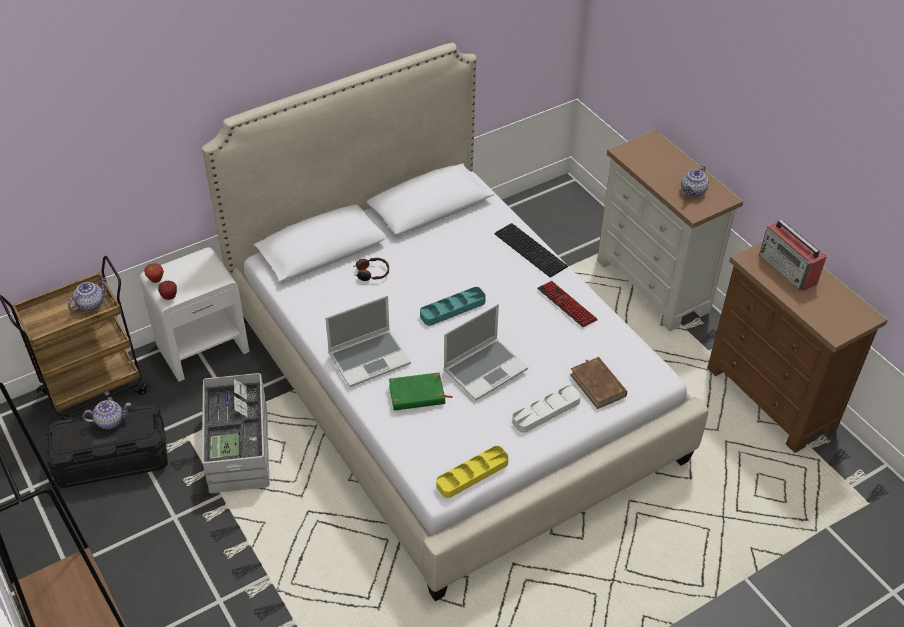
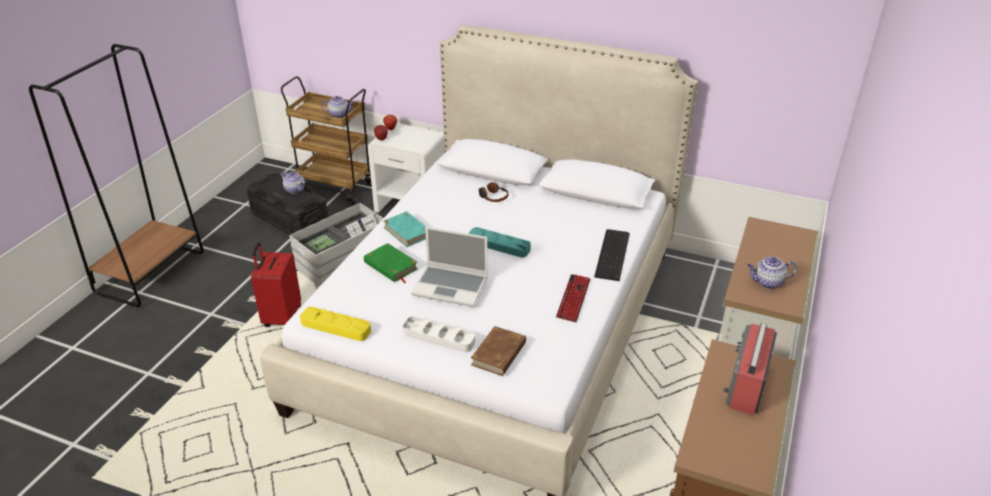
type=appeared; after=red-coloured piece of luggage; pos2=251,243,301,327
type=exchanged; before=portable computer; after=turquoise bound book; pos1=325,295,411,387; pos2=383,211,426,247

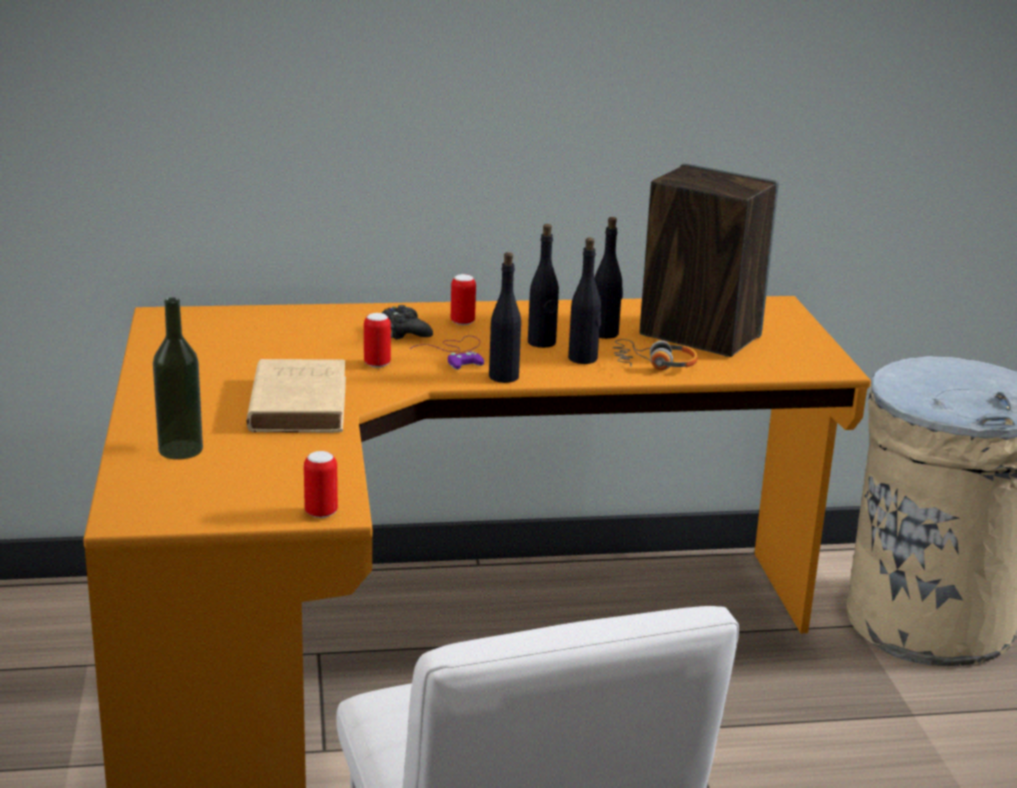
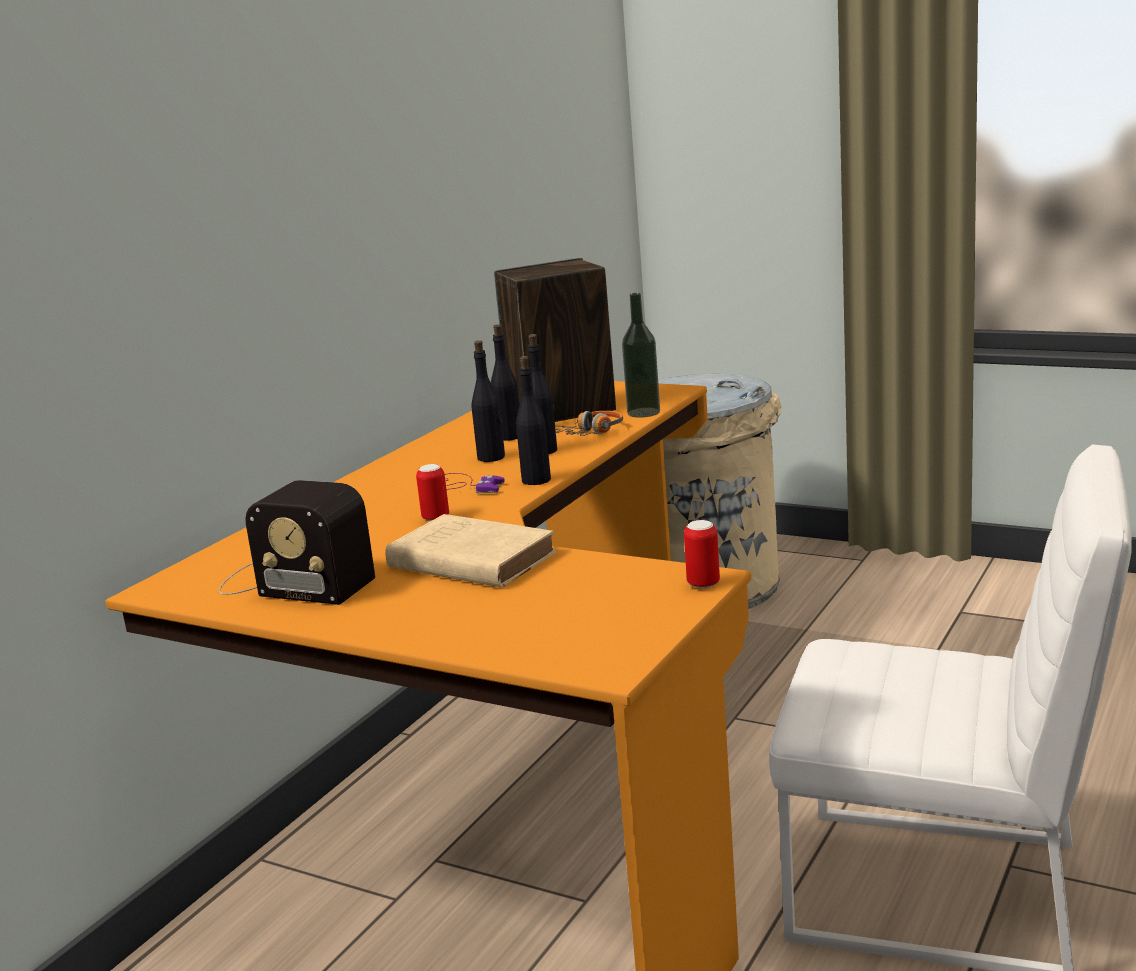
type=appeared; after=radio set; pos2=219,480,375,605
type=relocated; before=beverage bottle; pos1=153,297,203,460; pos2=622,293,660,418
type=missing; before=black-coloured gamepad; pos1=382,305,433,339
type=missing; before=metal can; pos1=451,274,476,325

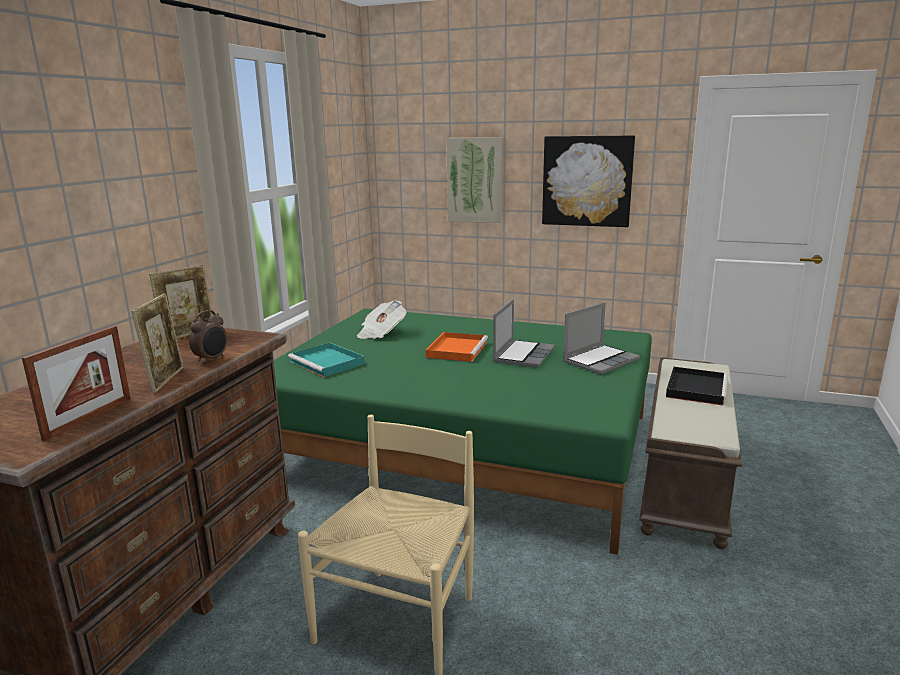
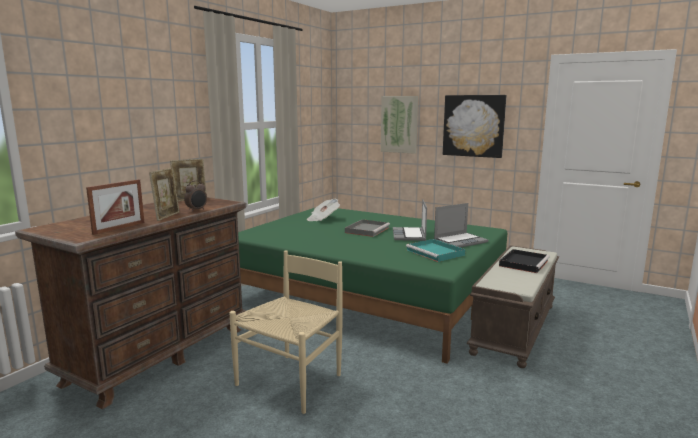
type=colour; before=orange serving tray; after=grey serving tray; pos1=426,332,488,362; pos2=345,219,390,237
type=spun; before=portable computer; pos1=493,299,555,368; pos2=393,199,427,241; turn=150
type=relocated; before=turquoise serving tray; pos1=288,342,365,377; pos2=406,239,465,262

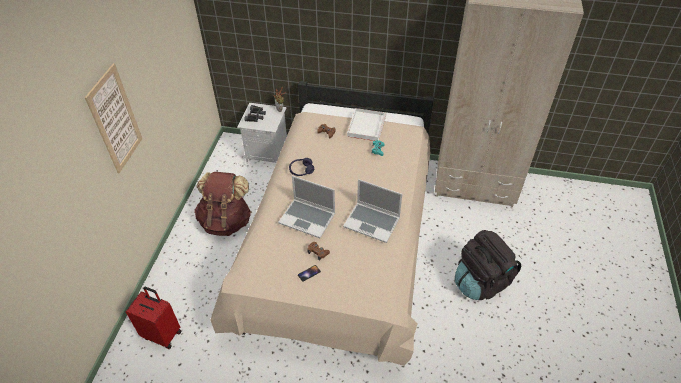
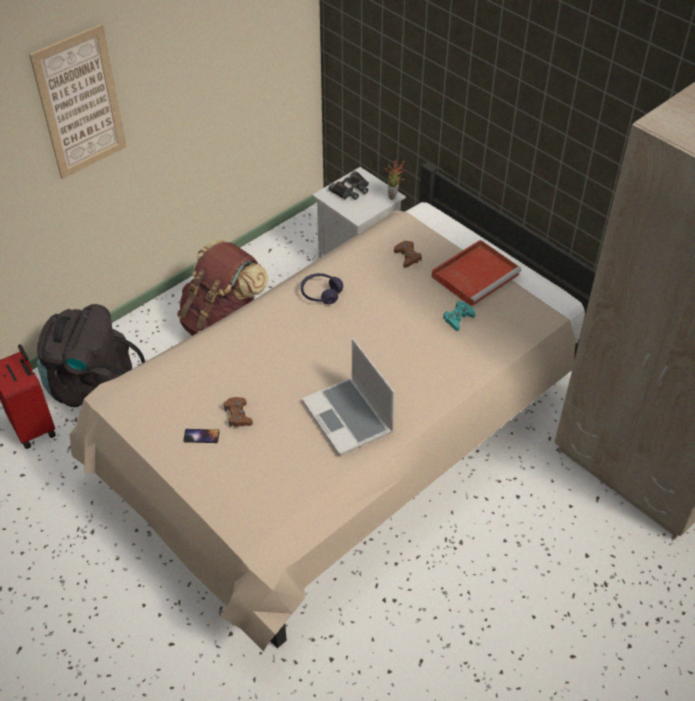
type=relocated; before=black-coloured knapsack; pos1=454,230,521,300; pos2=37,304,145,407
type=colour; before=whitish serving tray; after=red-coloured serving tray; pos1=347,108,387,141; pos2=431,240,521,307
type=missing; before=portable computer; pos1=278,176,335,238

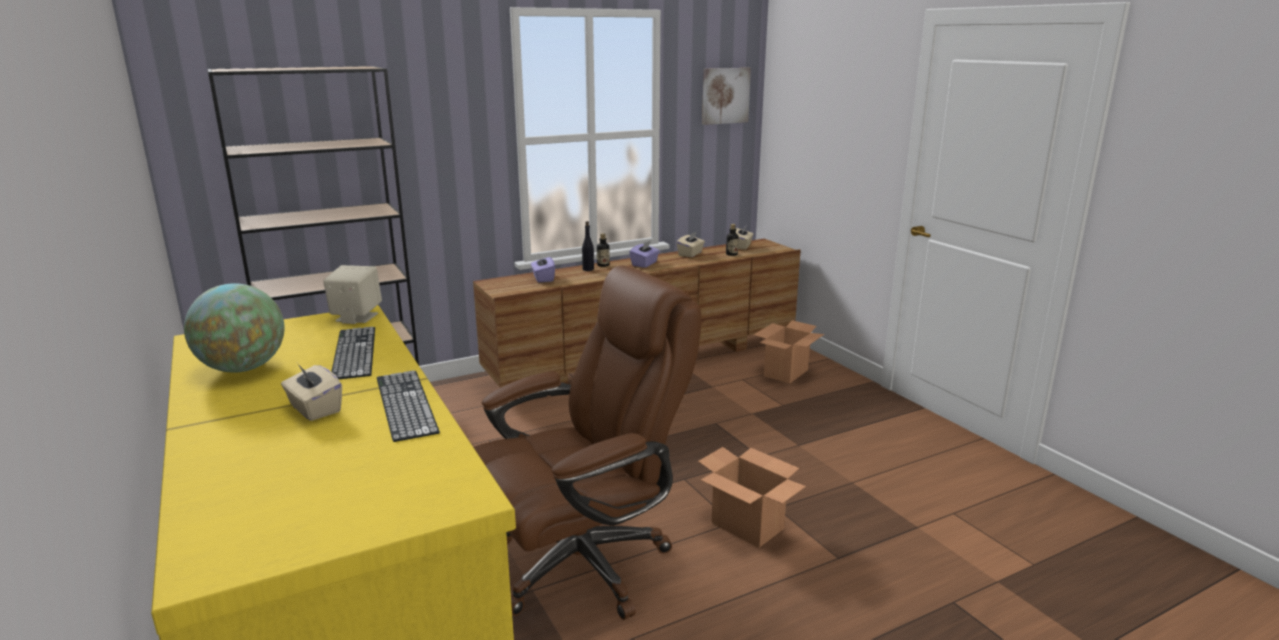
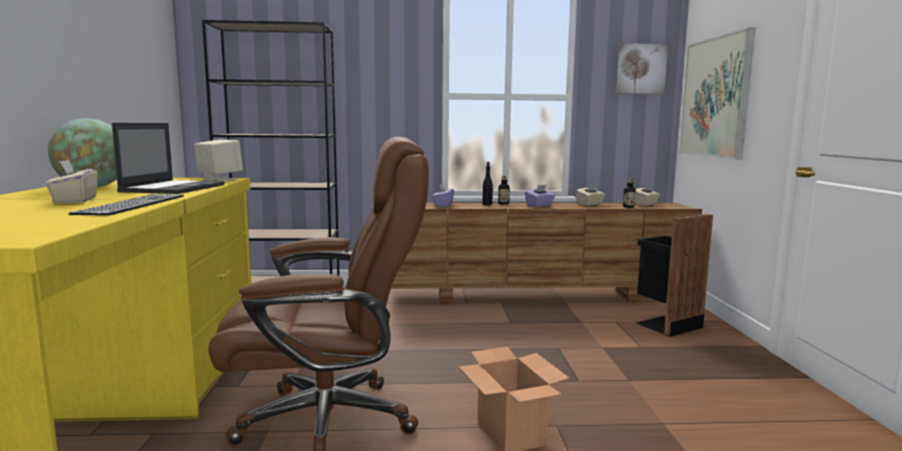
type=exchanged; before=computer keyboard; after=portable computer; pos1=331,327,375,379; pos2=112,123,225,194
type=exchanged; before=cardboard box; after=black-coloured waste bin; pos1=754,320,824,383; pos2=636,214,713,337
type=appeared; after=wall art; pos2=679,27,756,160

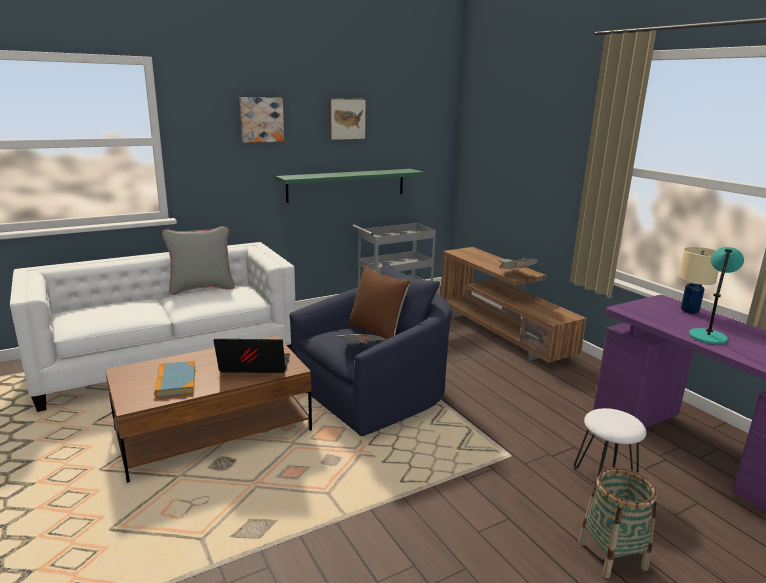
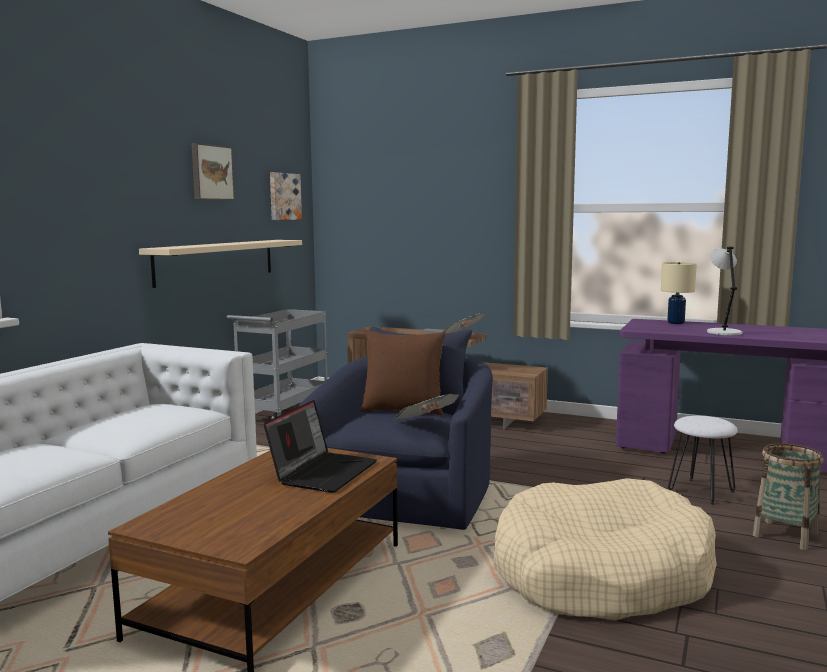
type=colour; before=greenish shelf; after=sand-coloured shelf; pos1=275,169,424,203; pos2=139,240,302,288
type=spun; before=portable computer; pos1=213,339,290,373; pos2=264,400,377,493; turn=150
type=relocated; before=wall art; pos1=240,97,284,143; pos2=270,172,302,220
type=appeared; after=sand-coloured dog cushion; pos2=493,478,717,621
type=colour; before=turquoise tabletop lamp; after=grey tabletop lamp; pos1=689,247,744,345; pos2=707,247,742,336
type=missing; before=bound book; pos1=154,361,195,398
type=missing; before=grey pillow; pos1=162,226,235,295

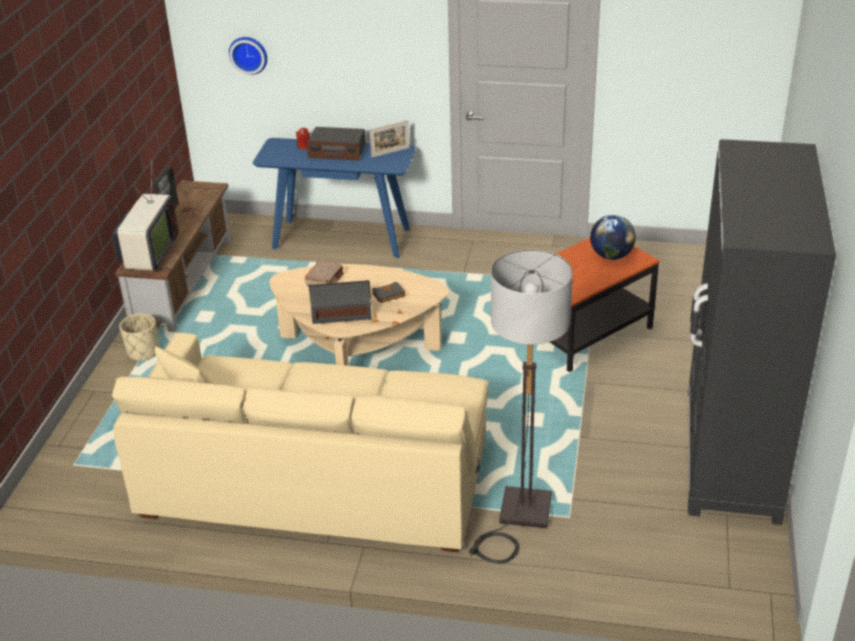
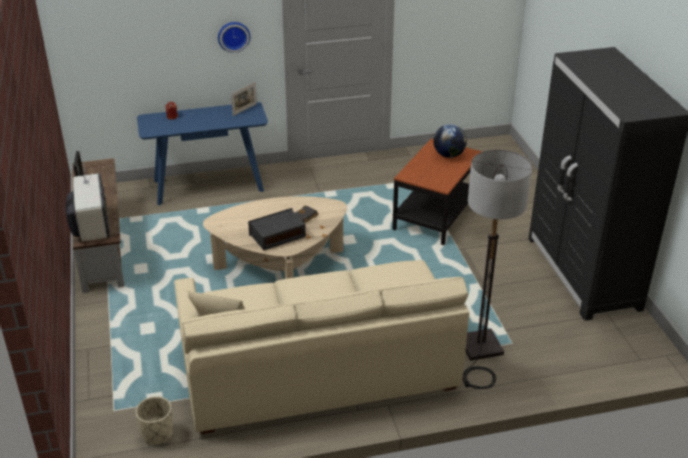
type=relocated; before=sand-coloured flower pot; pos1=119,313,159,360; pos2=135,396,173,445
type=relocated; before=hanging clock; pos1=229,37,267,75; pos2=218,22,250,53
type=missing; before=brown bound book; pos1=305,260,344,287
type=missing; before=radio set; pos1=306,127,366,161

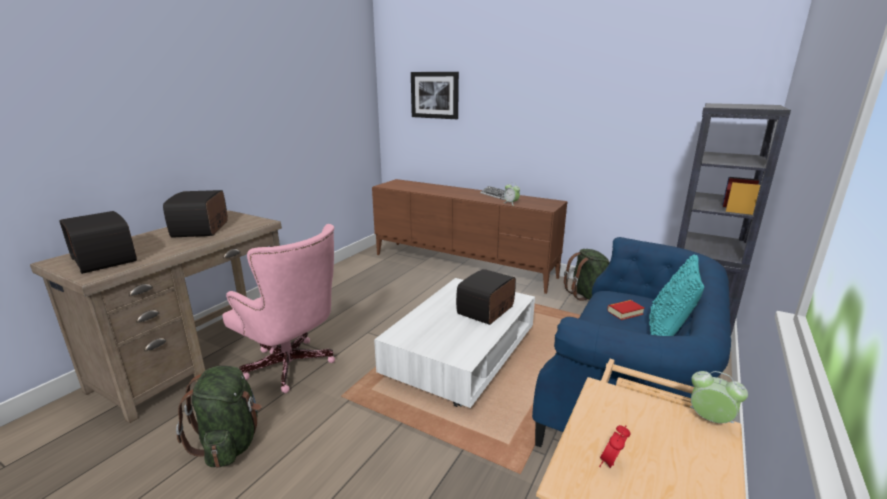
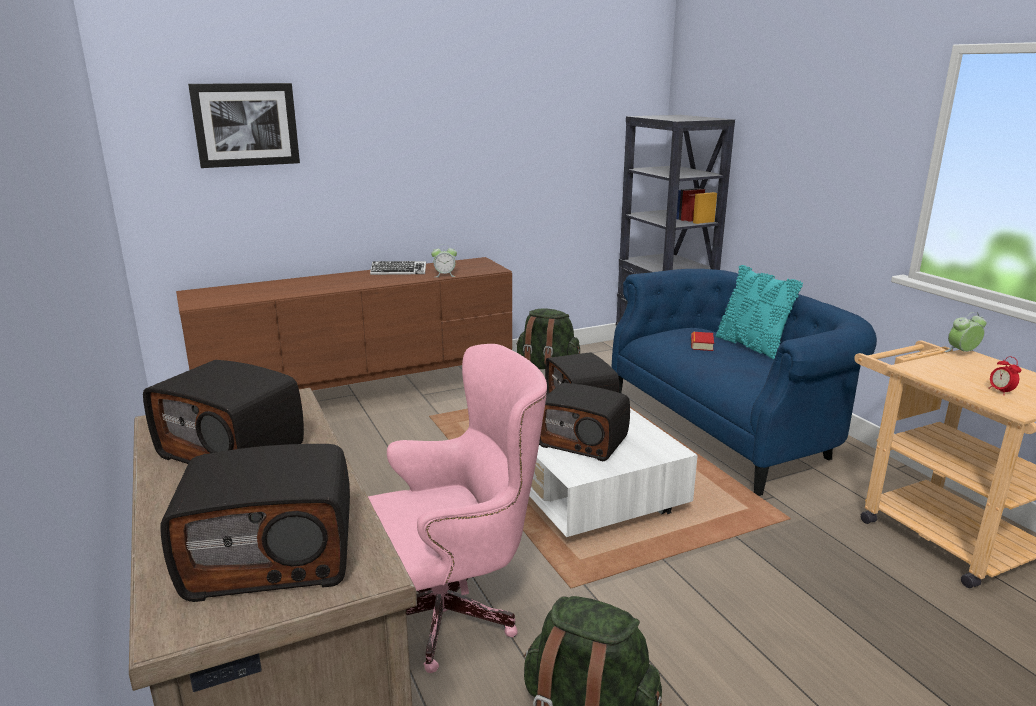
type=appeared; after=radio set; pos2=539,383,630,461

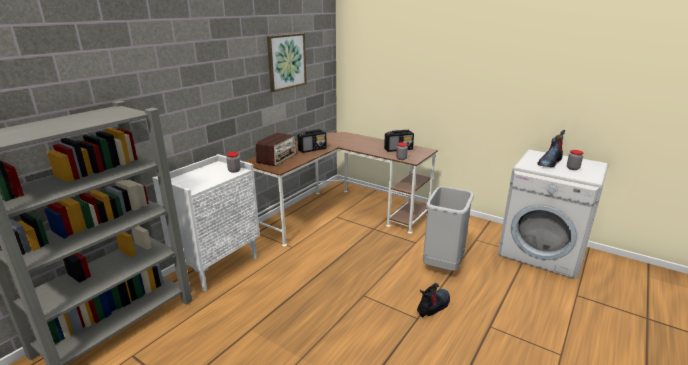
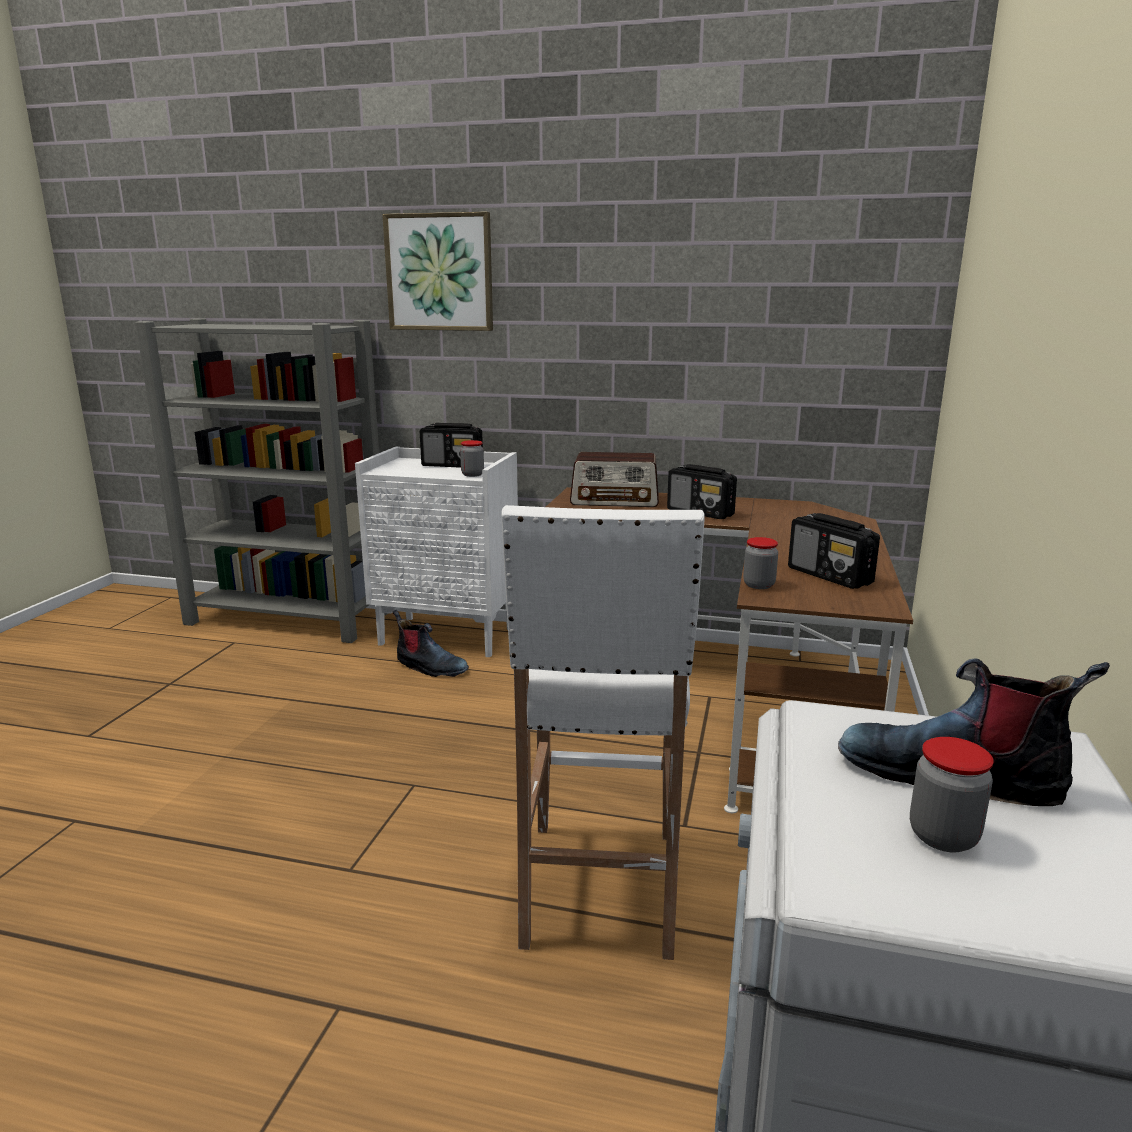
type=relocated; before=wall art; pos1=267,33,307,92; pos2=382,212,493,331
type=relocated; before=high-top boot; pos1=417,283,450,318; pos2=392,610,469,677
type=appeared; after=radio set; pos2=420,423,483,468
type=exchanged; before=grey waste bin; after=whitish sitting stool; pos1=423,186,474,271; pos2=502,505,705,960

